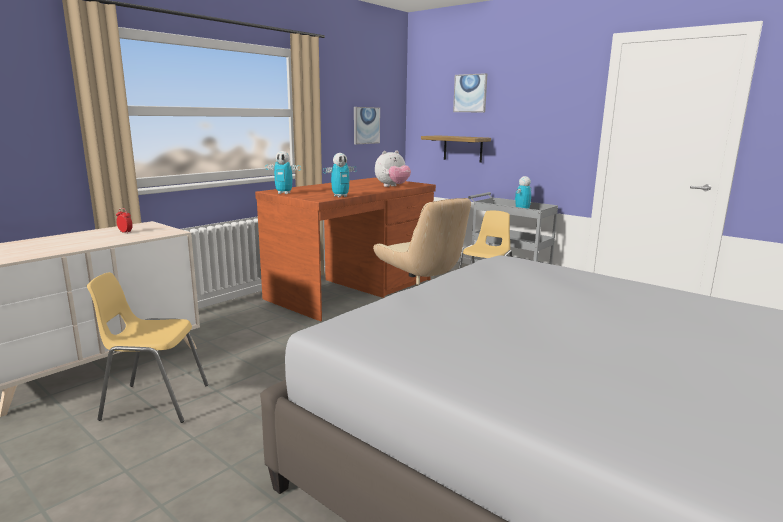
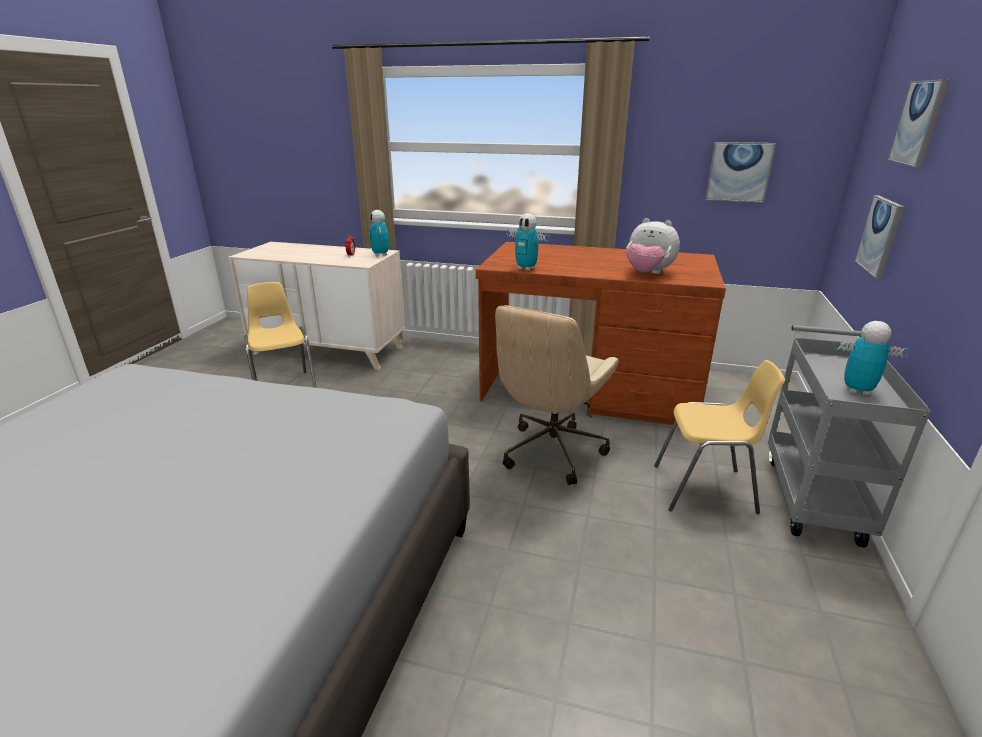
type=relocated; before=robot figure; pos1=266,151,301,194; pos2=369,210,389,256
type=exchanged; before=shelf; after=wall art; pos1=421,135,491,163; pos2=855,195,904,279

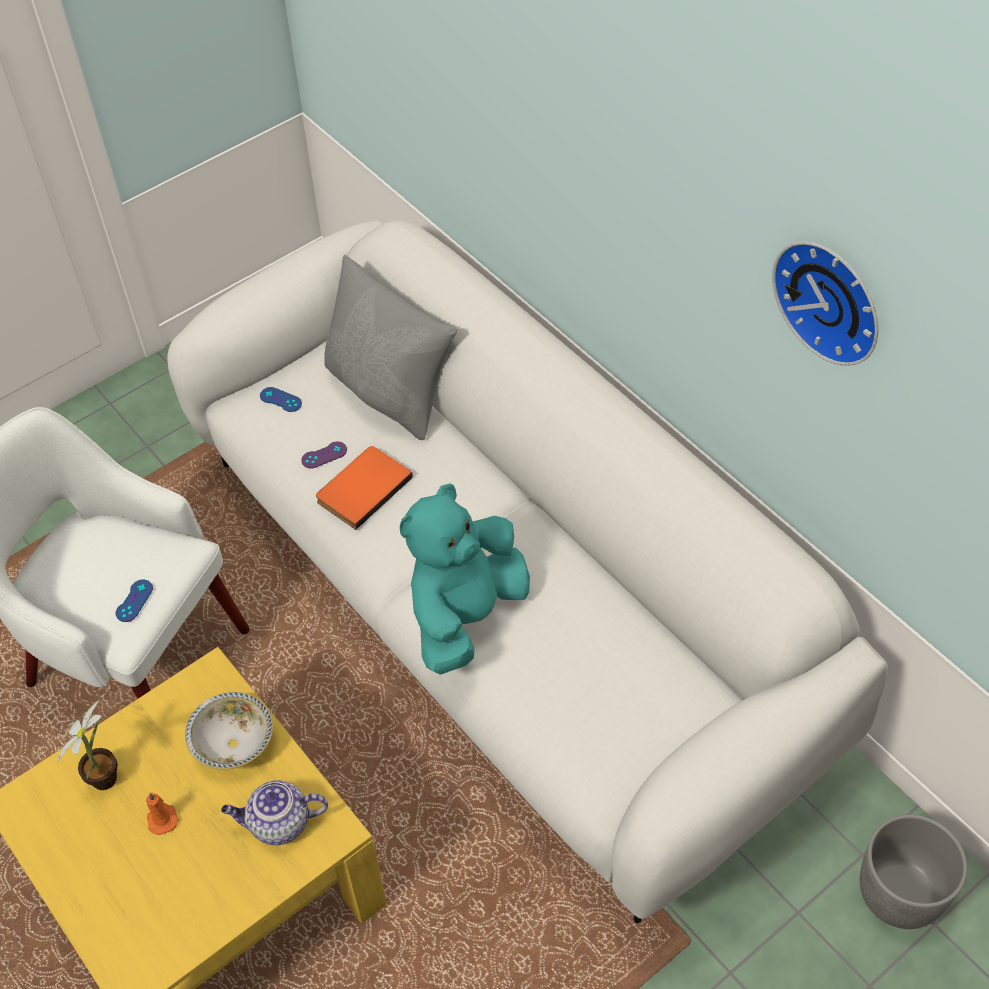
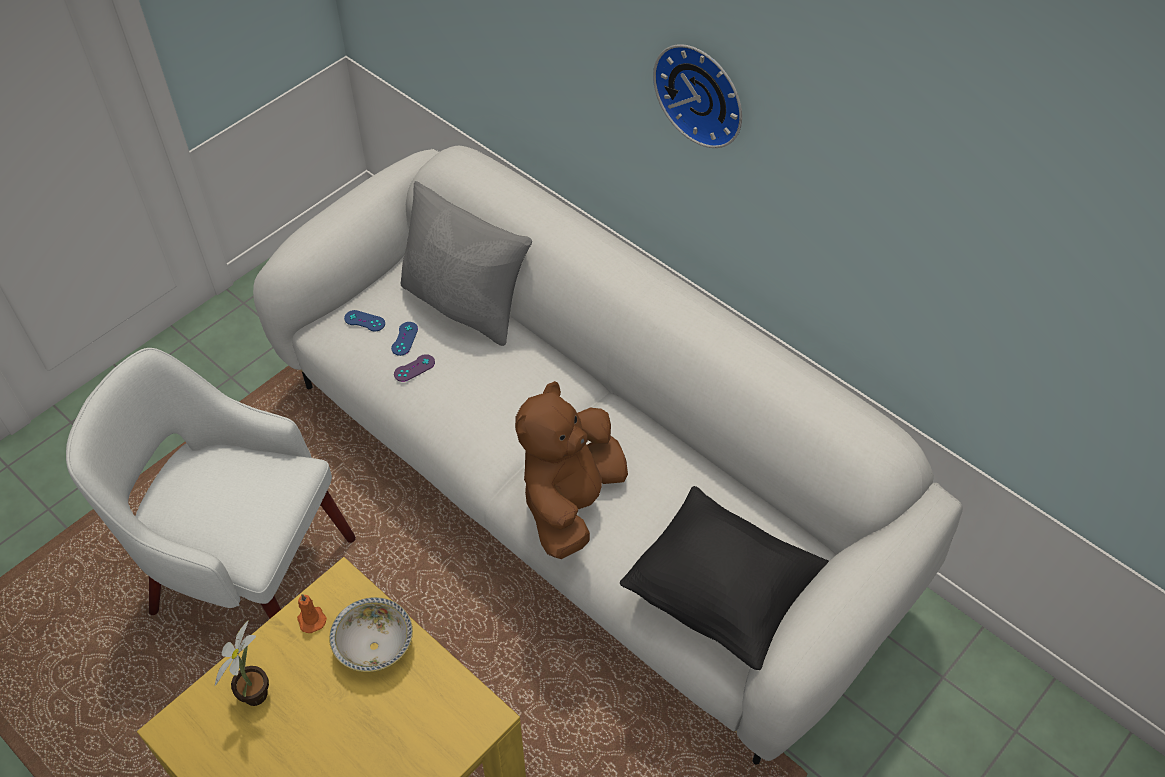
type=relocated; before=orange candle; pos1=146,792,179,835; pos2=297,594,327,633
type=relocated; before=bluish gamepad; pos1=116,580,153,622; pos2=391,322,418,356
type=colour; before=turquoise soft toy; after=brown soft toy; pos1=400,483,530,675; pos2=515,381,628,559
type=appeared; after=black-coloured pillow; pos2=620,486,829,670
type=relocated; before=hanging clock; pos1=772,241,878,366; pos2=653,44,742,148
type=missing; before=teapot; pos1=221,780,328,845
type=missing; before=orange bound book; pos1=316,446,413,530
type=missing; before=grey flower pot; pos1=860,815,967,929

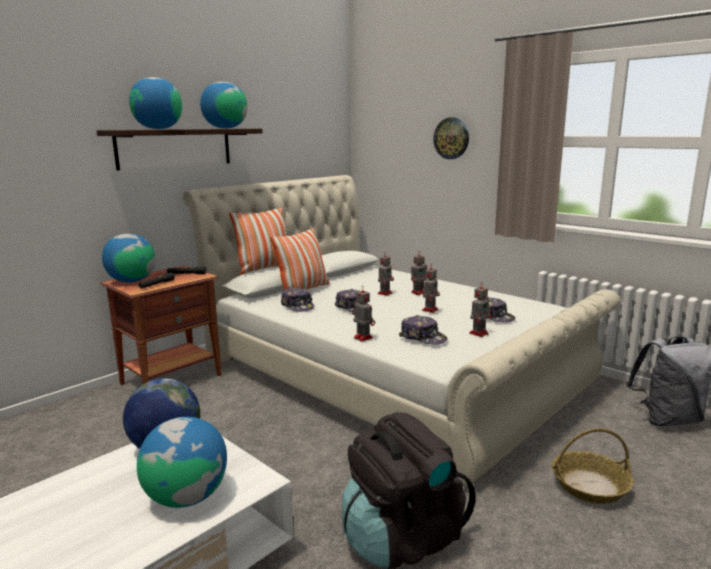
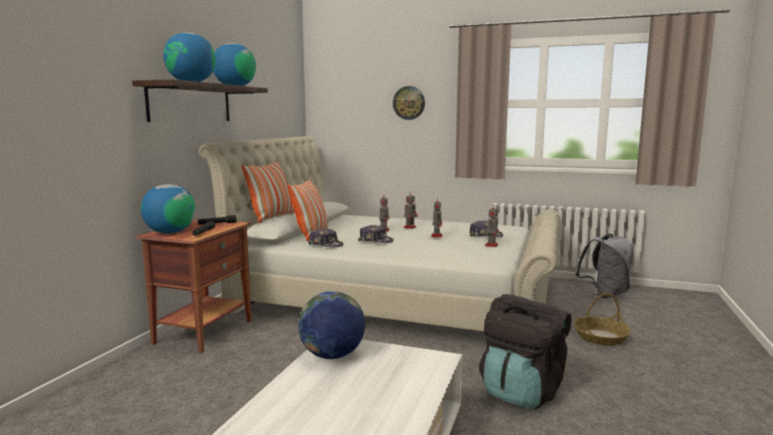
type=missing; before=globe; pos1=137,417,227,508
type=missing; before=robot figure; pos1=352,286,375,342
type=missing; before=baseball cap; pos1=399,315,447,345

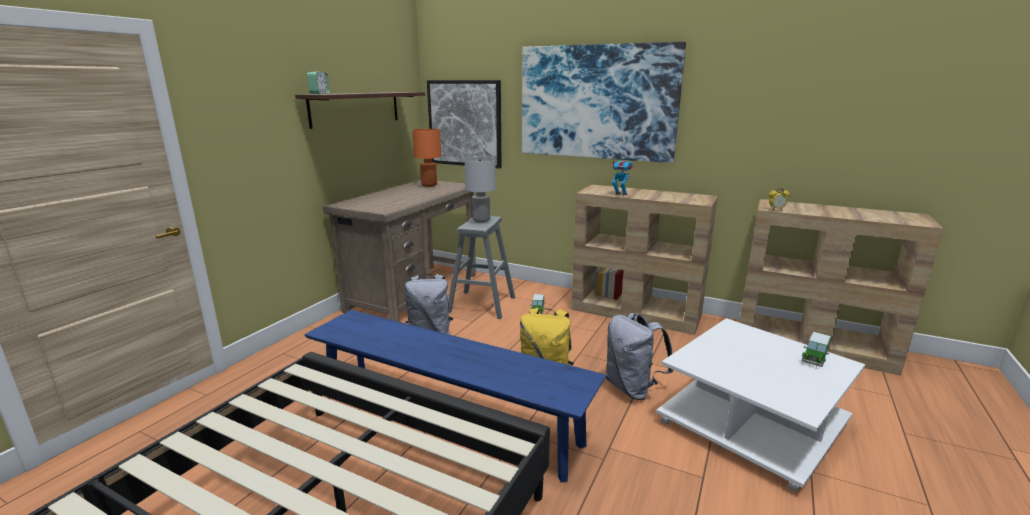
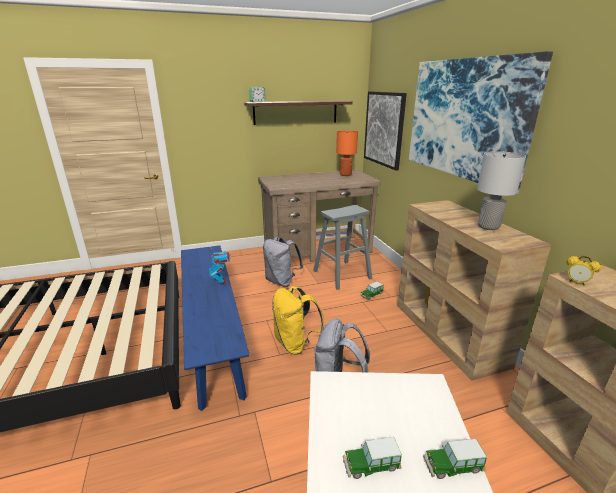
type=relocated; before=robot figure; pos1=612,159,633,196; pos2=209,250,231,284
type=appeared; after=model car; pos2=343,437,402,479
type=relocated; before=grey tabletop lamp; pos1=465,157,496,223; pos2=477,151,526,230

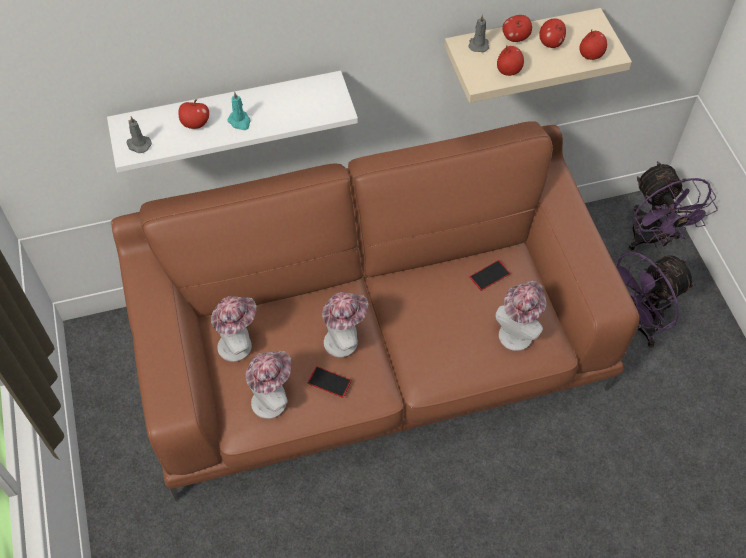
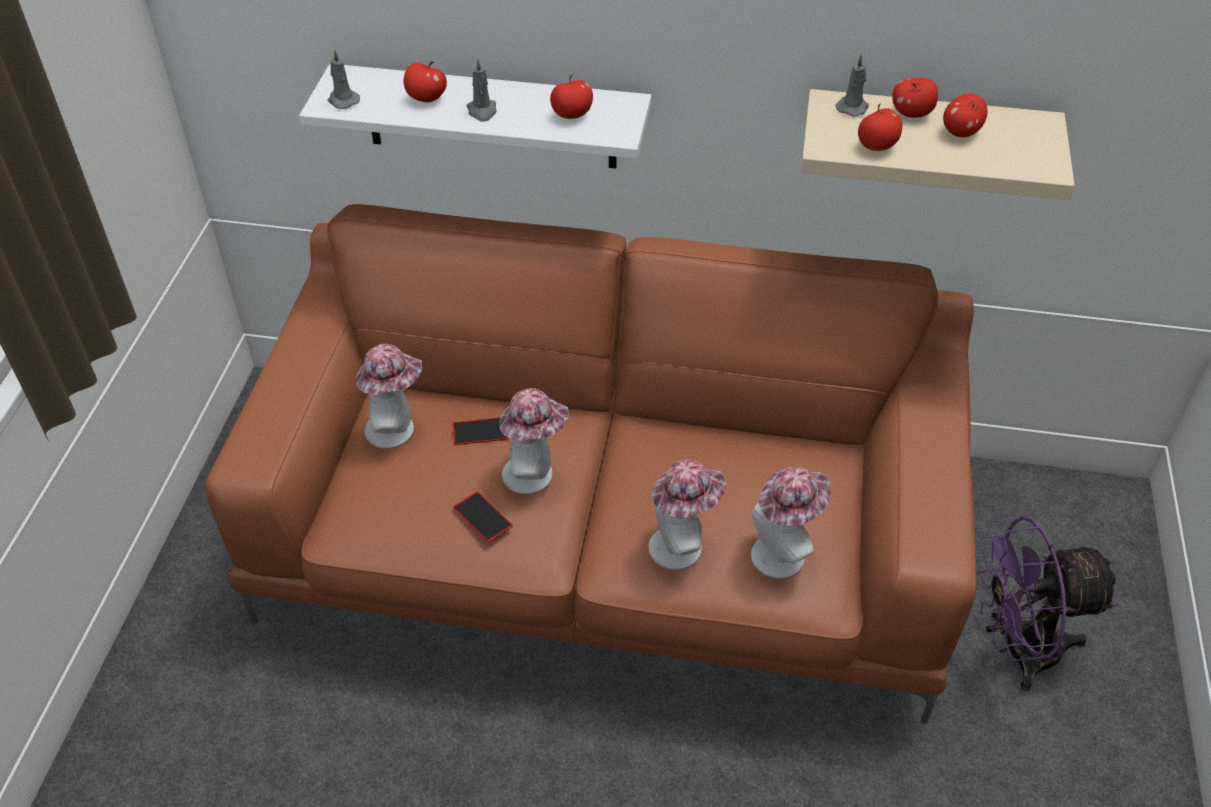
type=relocated; before=telephone; pos1=470,260,510,291; pos2=452,417,510,445
type=colour; before=turquoise candle; after=grey candle; pos1=227,92,251,130; pos2=466,59,497,122
type=relocated; before=whole apple; pos1=580,29,607,60; pos2=550,74,593,119
type=relocated; before=hat; pos1=246,351,292,419; pos2=648,460,726,570
type=missing; before=purple-coloured electric fan; pos1=629,161,718,250

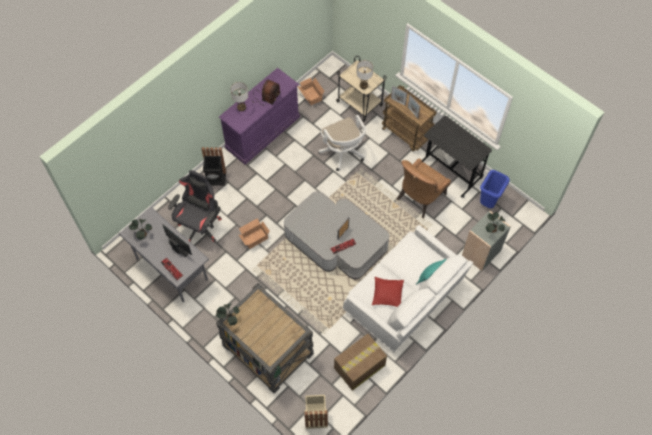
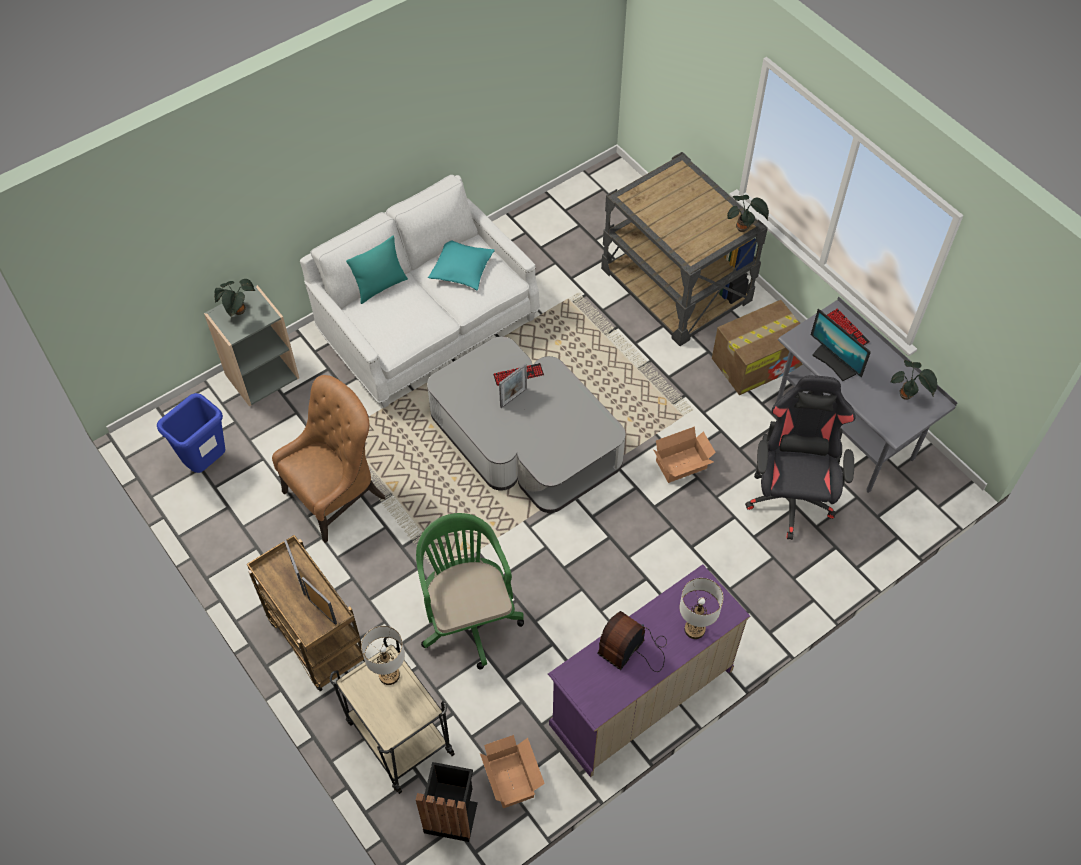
type=colour; before=whitish office chair; after=greenish office chair; pos1=318,115,366,171; pos2=416,513,524,669
type=relocated; before=black-coloured waste bin; pos1=202,147,226,186; pos2=416,762,478,842
type=colour; before=red-coloured pillow; after=turquoise pillow; pos1=372,277,404,307; pos2=428,240,495,290
type=relocated; before=cardboard box; pos1=334,334,387,391; pos2=712,300,802,395
type=spun; before=black-coloured office chair; pos1=168,170,222,242; pos2=745,375,856,540; turn=150
type=missing; before=sand-coloured waste bin; pos1=305,395,328,429
type=missing; before=black-coloured desk unit; pos1=422,115,492,198

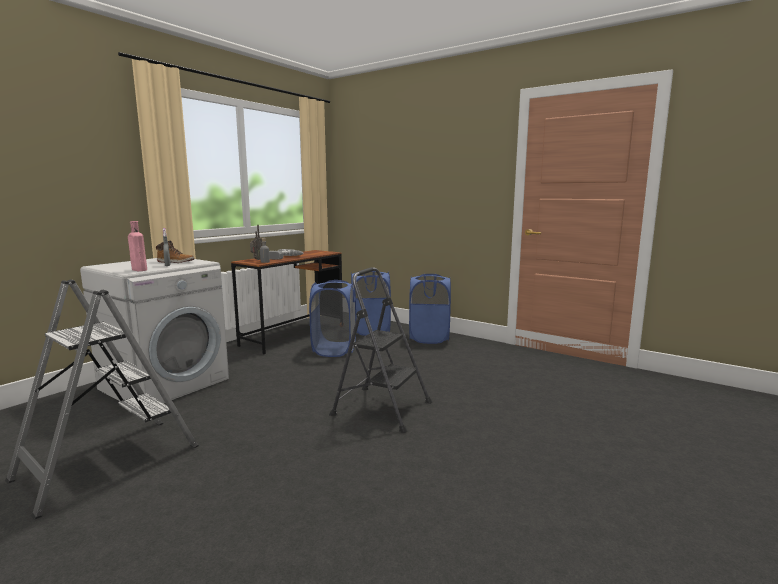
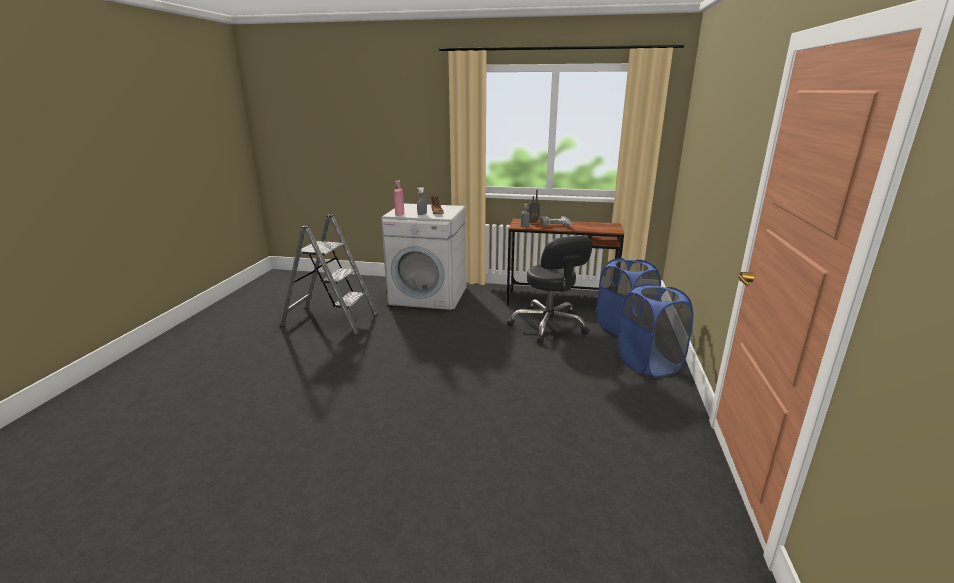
type=exchanged; before=bluish hamper; after=black-coloured office chair; pos1=309,280,356,357; pos2=507,236,592,343
type=missing; before=black-coloured step ladder; pos1=329,267,432,433

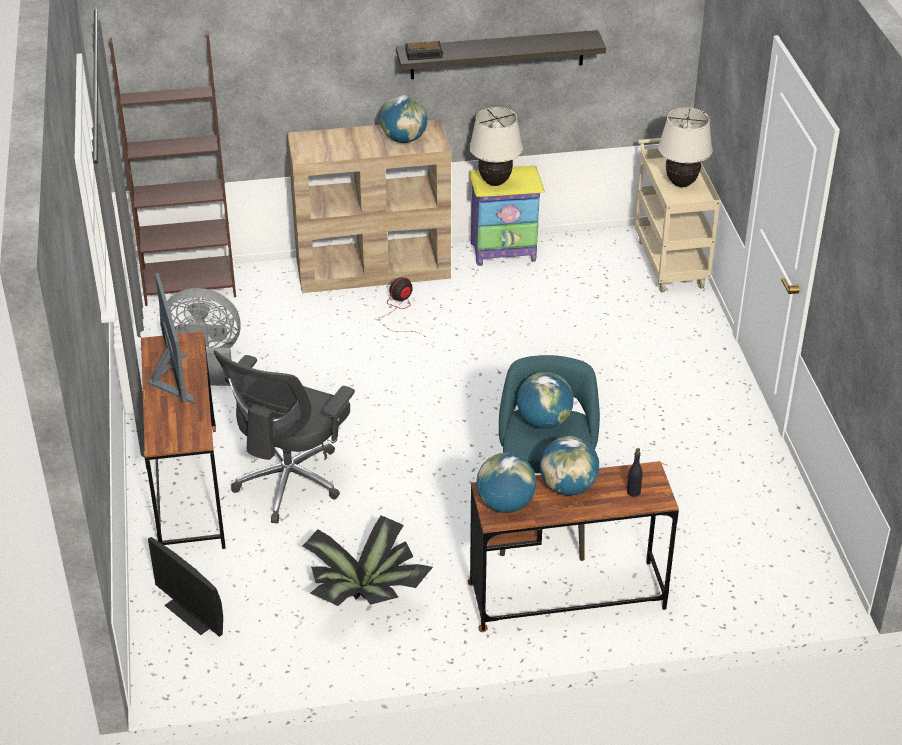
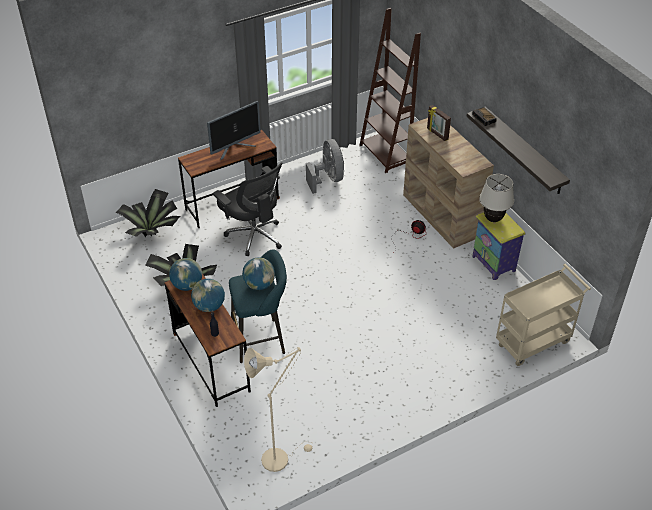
type=exchanged; before=monitor; after=potted plant; pos1=148,537,223,637; pos2=116,189,180,237
type=spun; before=office chair; pos1=213,350,355,523; pos2=213,162,282,256; turn=-135
type=appeared; after=sand-coloured standard lamp; pos2=244,347,314,472
type=appeared; after=picture frame; pos2=427,105,451,141
type=missing; before=globe; pos1=380,95,428,143
type=missing; before=sand-coloured tabletop lamp; pos1=658,107,713,187

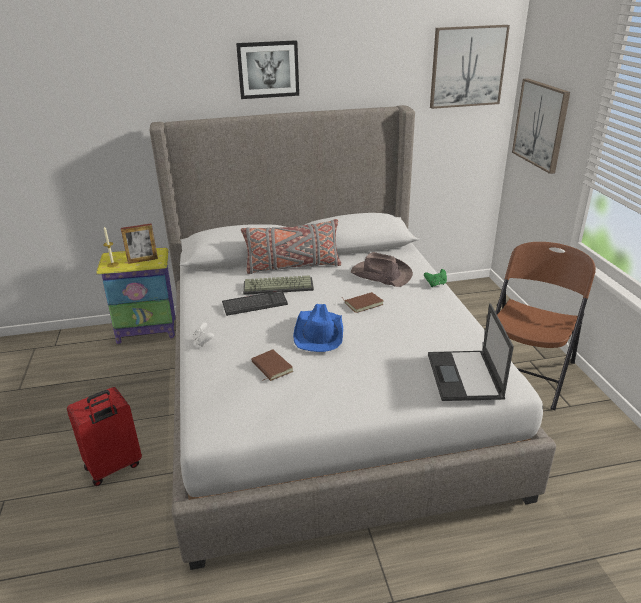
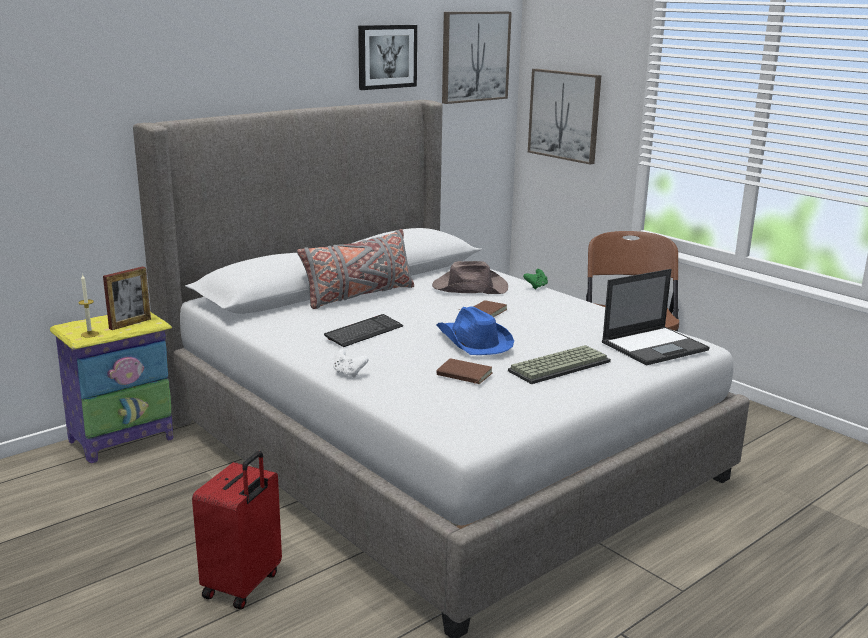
type=relocated; before=wall art; pos1=236,40,299,99; pos2=358,25,417,90
type=relocated; before=computer keyboard; pos1=243,275,314,295; pos2=508,345,611,384
type=spun; before=portable computer; pos1=428,303,514,401; pos2=602,269,710,365; turn=-90

